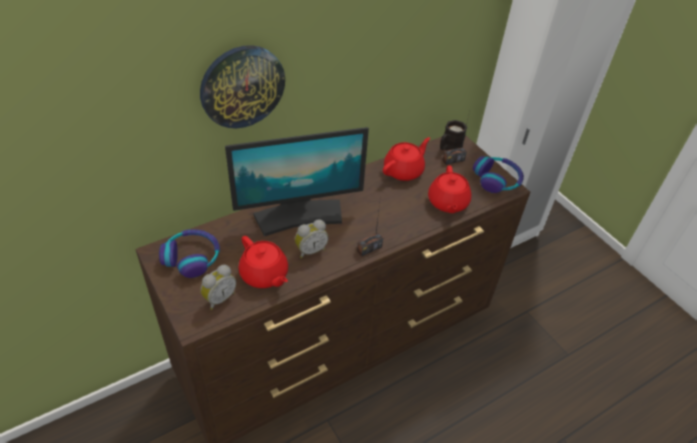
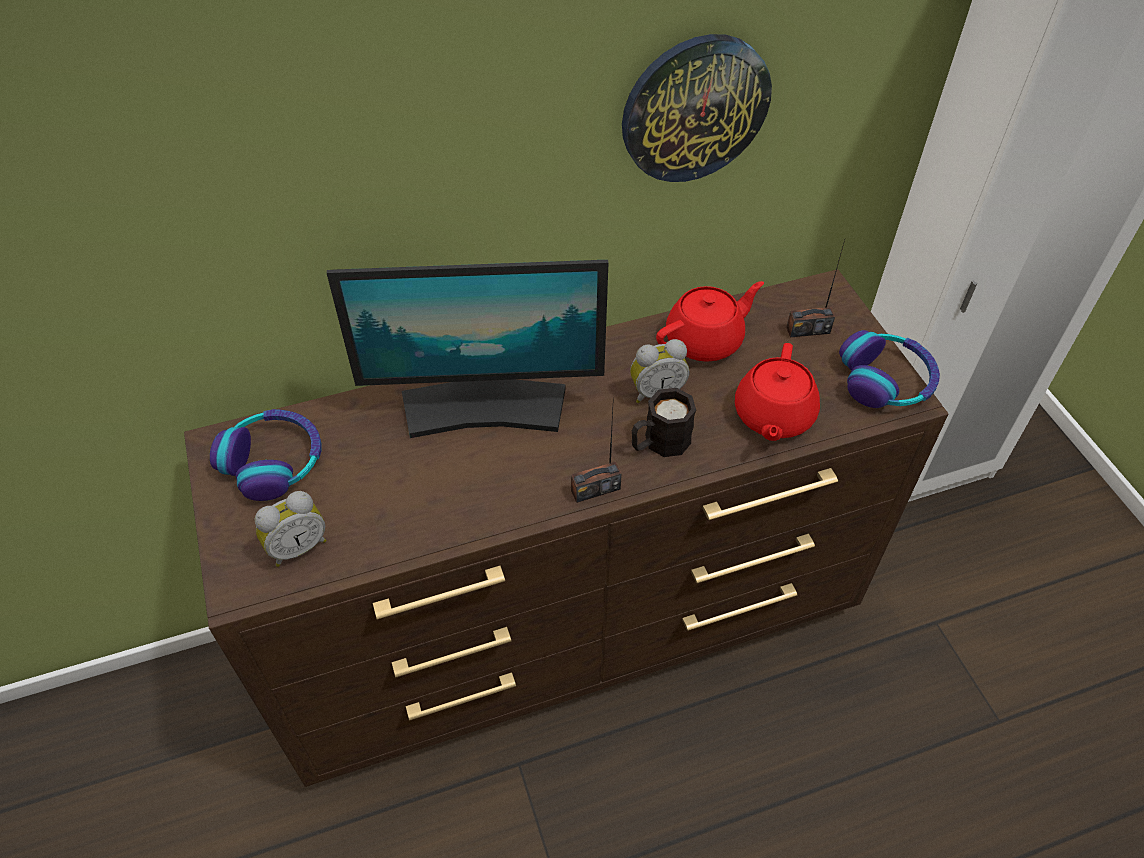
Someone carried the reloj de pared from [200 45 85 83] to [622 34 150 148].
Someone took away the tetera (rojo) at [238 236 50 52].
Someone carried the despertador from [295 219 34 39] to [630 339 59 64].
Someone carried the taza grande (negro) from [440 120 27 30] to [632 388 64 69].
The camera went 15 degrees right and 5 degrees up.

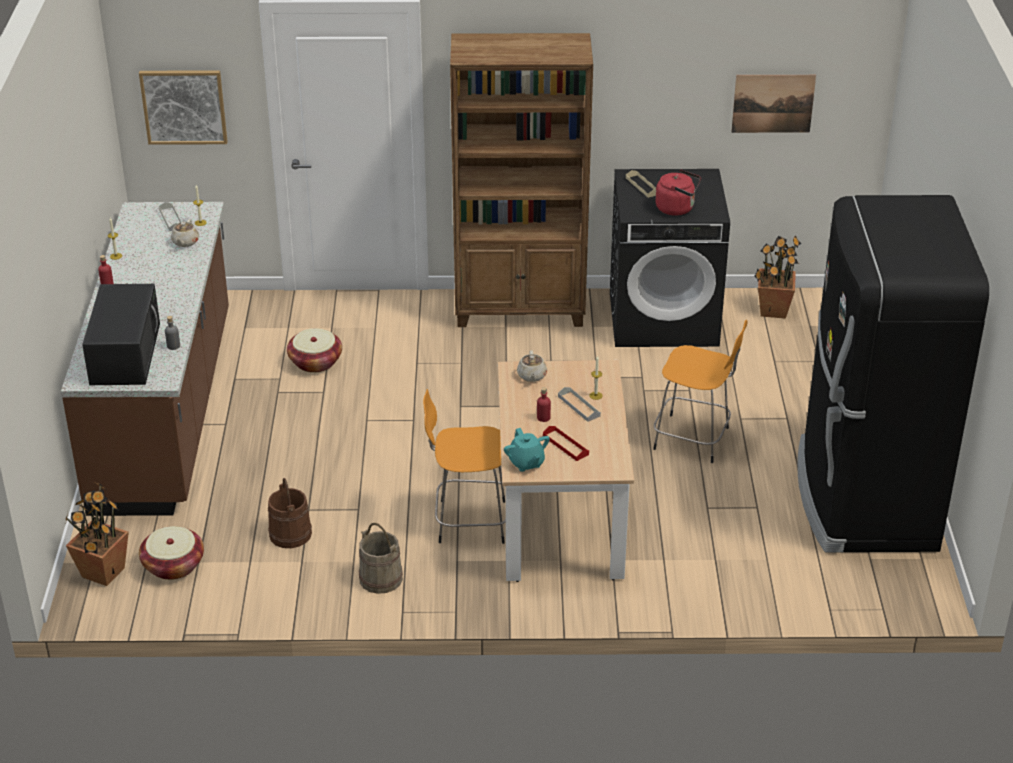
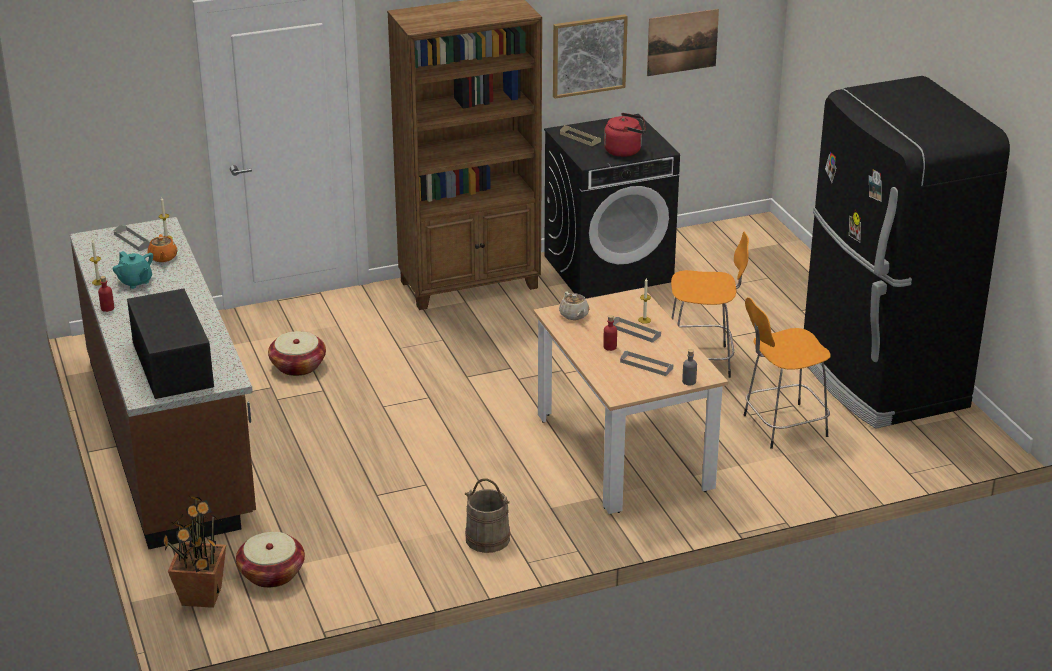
Someone carried the cuadro from [139 70 89 75] to [553 14 75 85].
Someone carried the botella (gris) from [165 316 15 34] to [682 349 15 36].
Someone repainted the tetera (beis) at [171 219 28 28], which became the tetera (naranja) at [147 234 31 28].
Someone took away the cubo (marrón) at [268 478 44 70].
Someone carried the taburete (naranja) from [423 389 83 155] to [744 297 87 152].
Someone carried the tetera (turquesa) from [504 428 46 44] to [113 251 40 38].
Someone repainted the bandeja (rojo) at [543 426 46 35], which became the bandeja (gris) at [620 351 53 25].
Someone took away the planta en maceta at [754 236 47 83].
The camera went 20 degrees left and 5 degrees down.

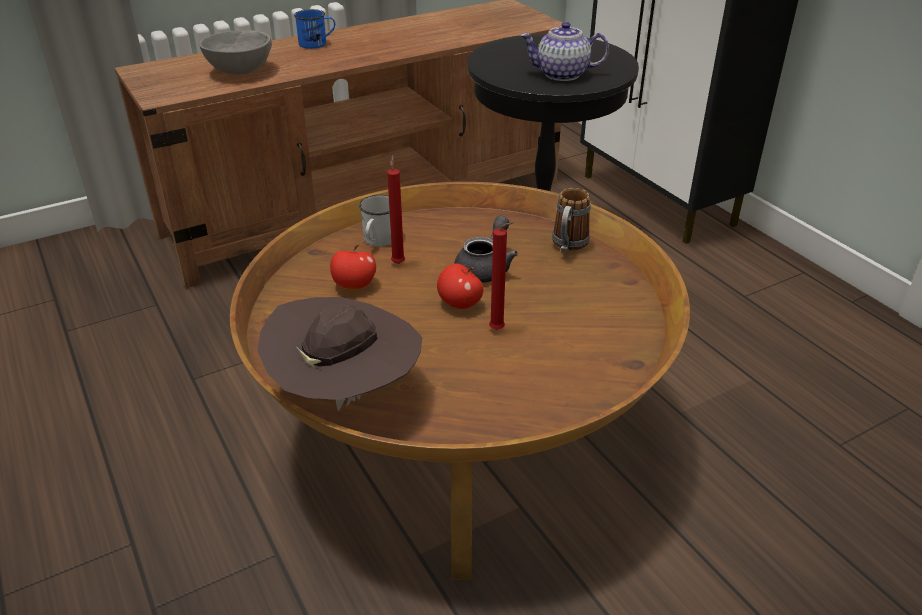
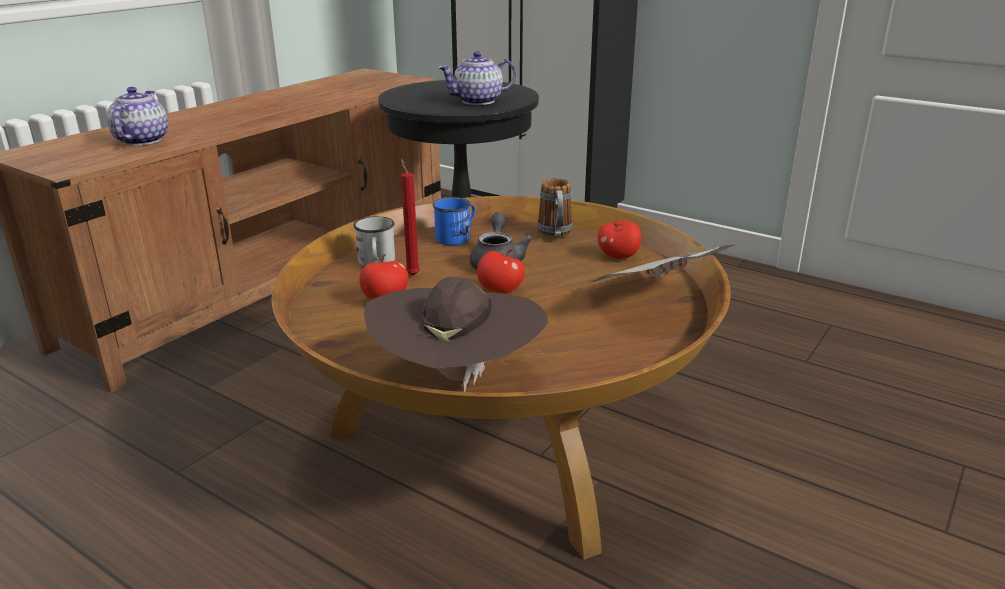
Someone swapped the cuenco (gris) at [199 30 73 45] for the tetera at [107 87 61 59].
Someone carried the taza grande (azul) from [294 9 41 40] to [433 197 42 48].
Someone took away the vela (rojo) at [489 222 26 108].
Someone put down the periódico at [588 245 147 38].
Someone put down the manzana at [598 221 43 38].
The camera went 25 degrees left and 10 degrees down.

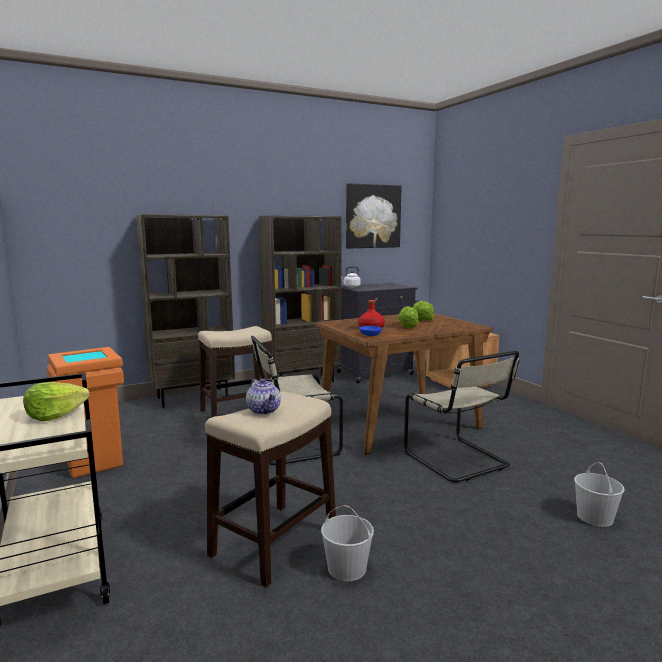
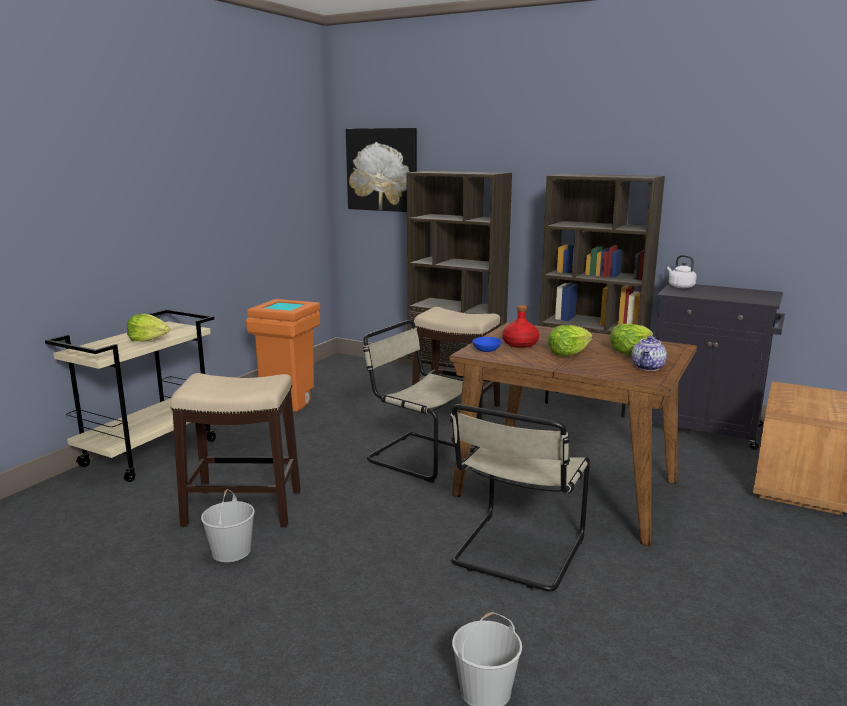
Someone carried the tetera from [246 378 35 37] to [631 336 36 35].
Someone carried the cuadro from [346 183 56 66] to [346 128 71 84].
The camera went 55 degrees right and 5 degrees up.

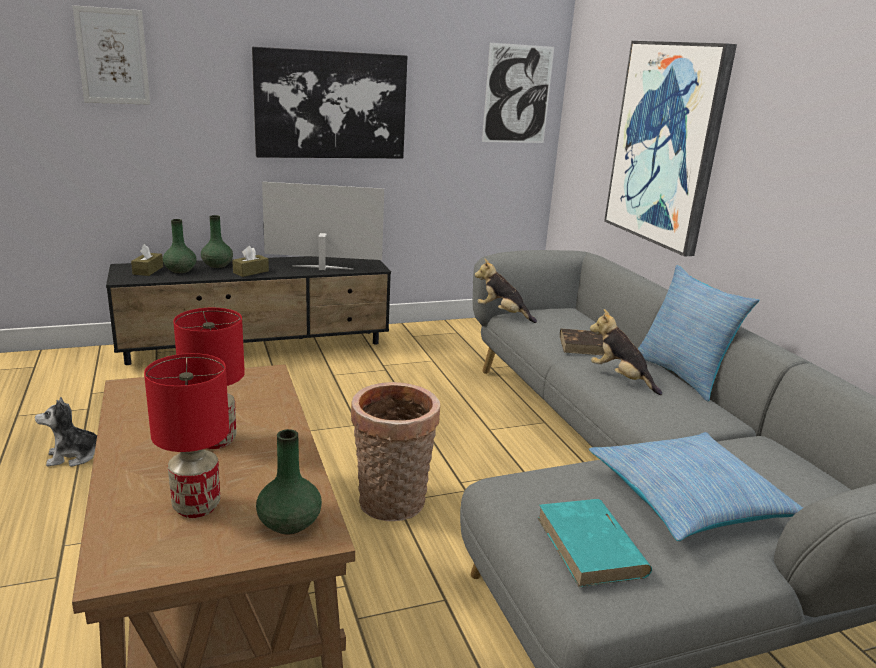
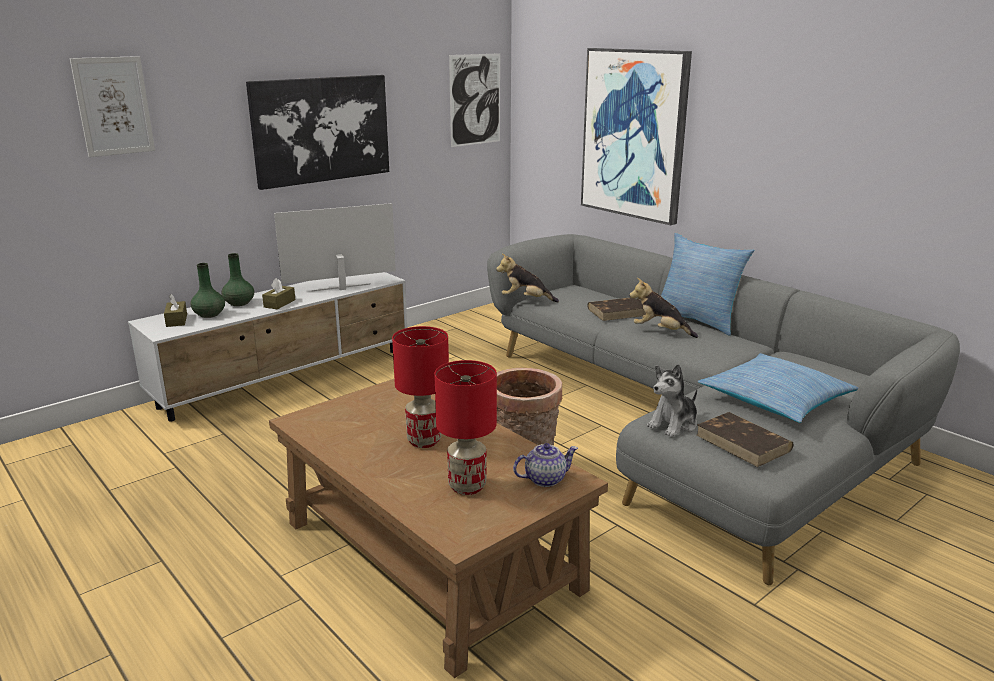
Someone carried the peluche from [35 397 62 70] to [647 364 50 73].
Someone repainted the mueble de televisión (negro) at [106 256 285 109], which became the mueble de televisión (blanco) at [128 272 279 150].
Someone swapped the florero (verde) at [256 429 66 105] for the tetera at [513 443 65 44].
Someone repainted the libro (turquesa) at [538 499 114 88], which became the libro (marrón) at [696 412 97 55].
The camera went 20 degrees left and 0 degrees up.

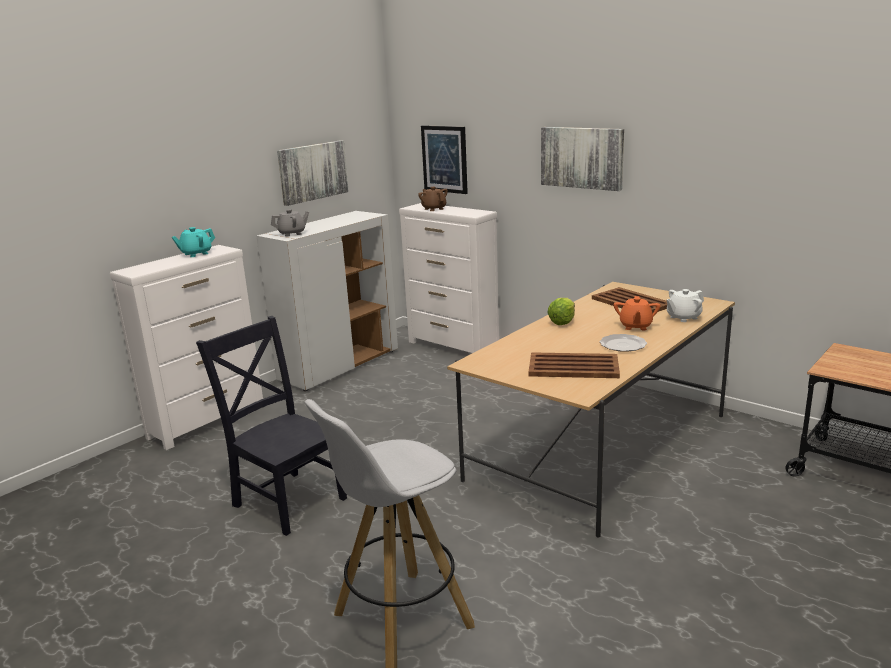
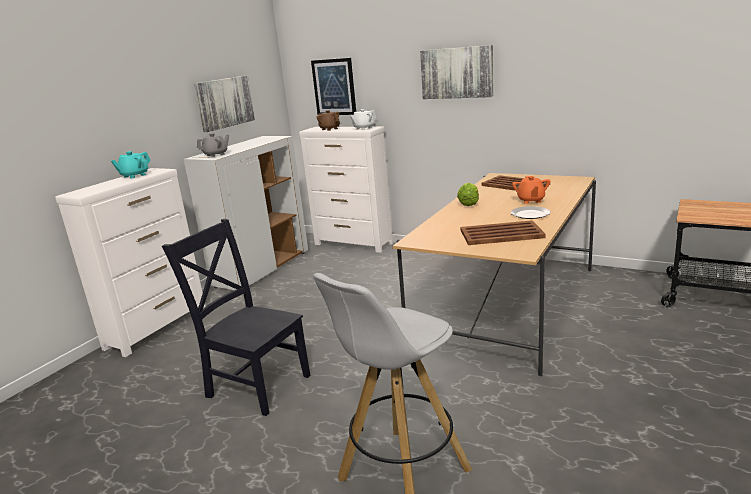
Someone carried the tetera (blanco) from [667 289 37 33] to [350 109 26 21].
The camera went 10 degrees left and 0 degrees up.

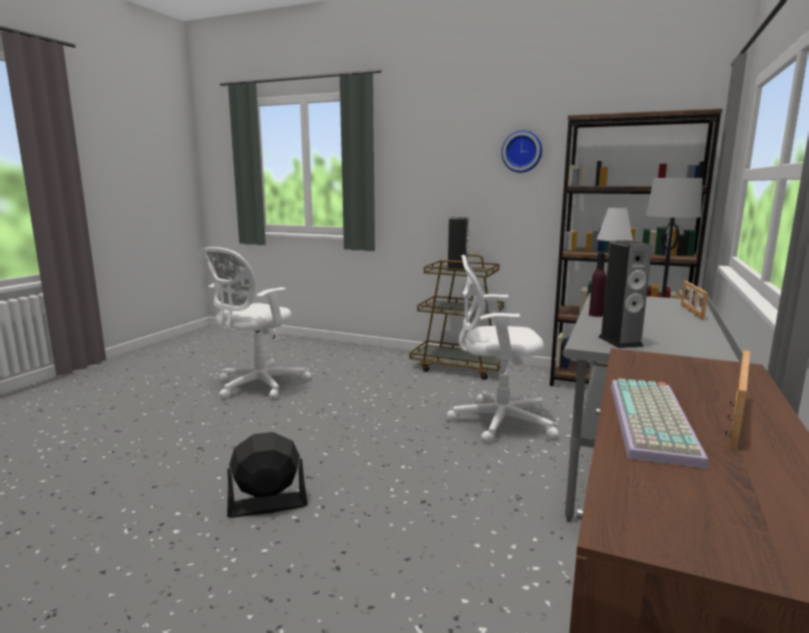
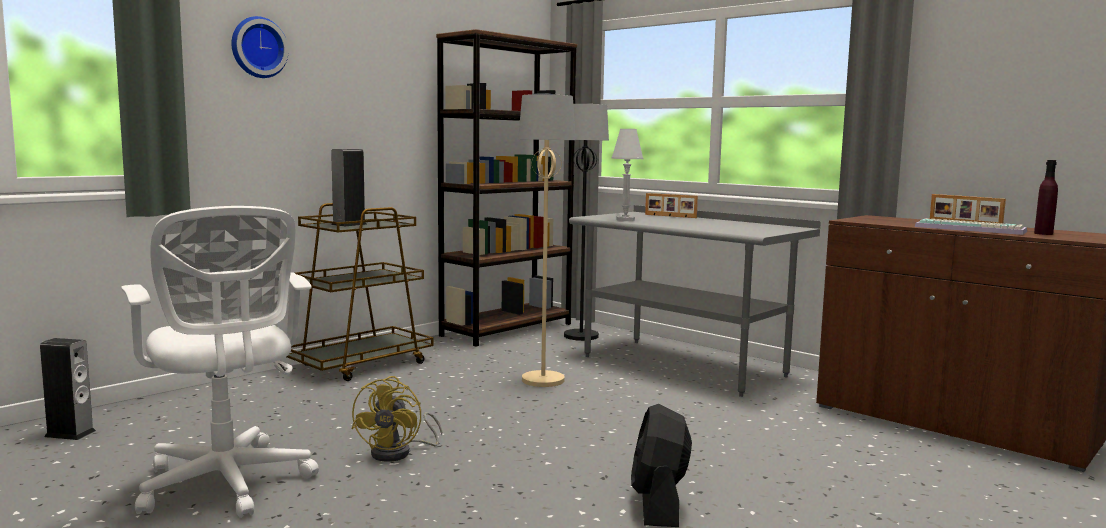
Someone swapped the silla de oficina (blanco) at [447 255 112 189] for the lámpara de pie (beis) at [518 94 57 293].
Someone carried the reloj de pared from [502 130 40 43] to [232 16 56 62].
Someone carried the botella (morado) from [589 253 18 64] to [1034 160 24 75].
Someone carried the altavoz from [599 240 53 108] to [40 338 56 102].
Someone put down the ventilador (amarillo) at [351 376 91 86].
The camera went 70 degrees left and 5 degrees down.

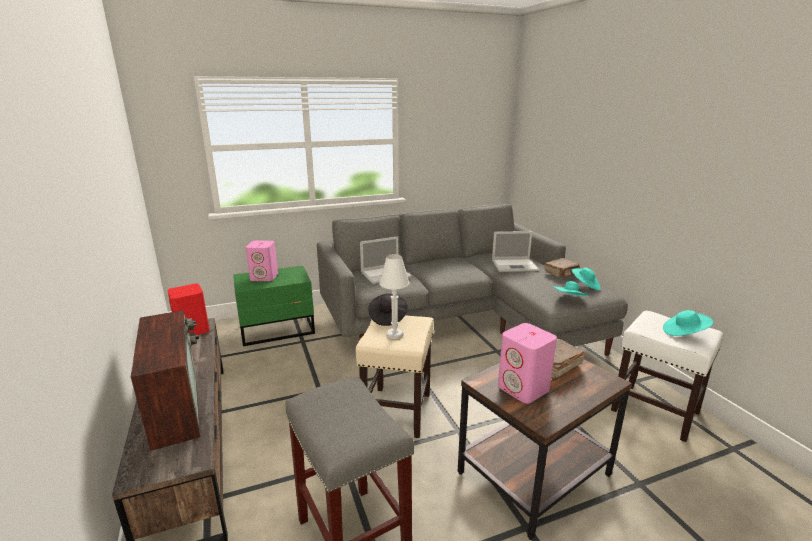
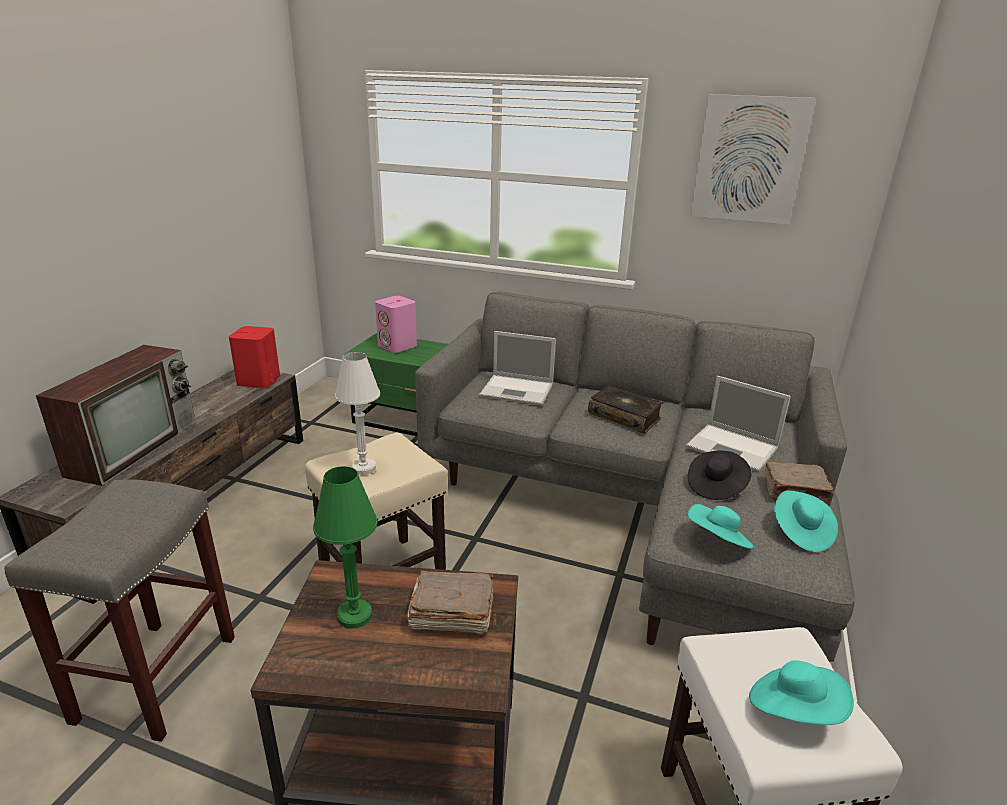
Someone carried the sombrero (negro) from [368 294 40 32] to [688 451 63 49].
Someone swapped the altavoz (rosa) at [498 323 59 81] for the lámpara de mesa (verde) at [313 466 65 163].
Someone put down the libro at [588 385 75 48].
Someone put up the cuadro at [690 94 126 130].
The camera went 40 degrees right and 5 degrees up.

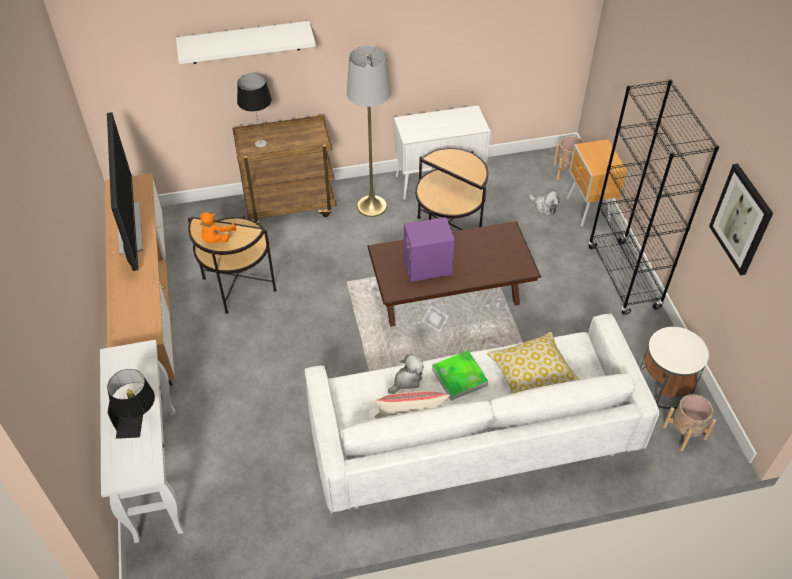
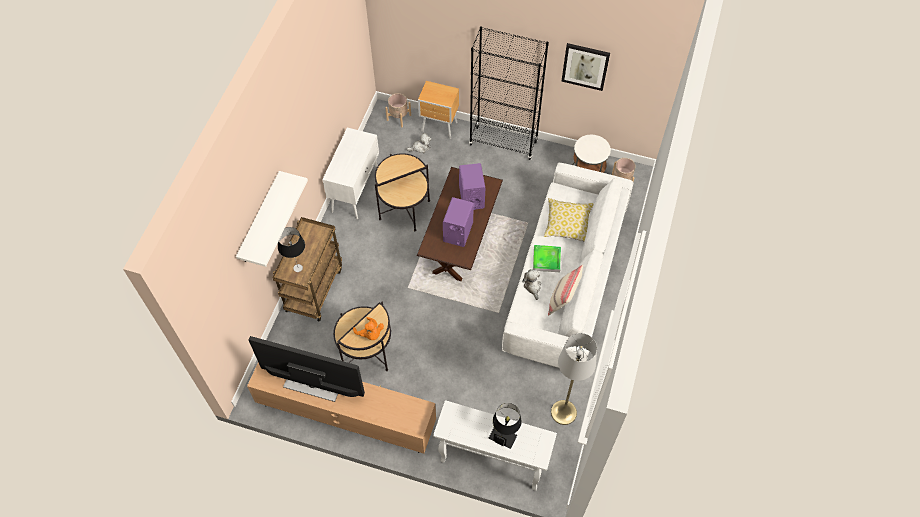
Someone carried the lámpara de pie (gris) from [347 46 44 171] to [551 333 46 92].
Someone put down the altavoz (morado) at [459 163 26 47].
The camera went 60 degrees left and 10 degrees up.

